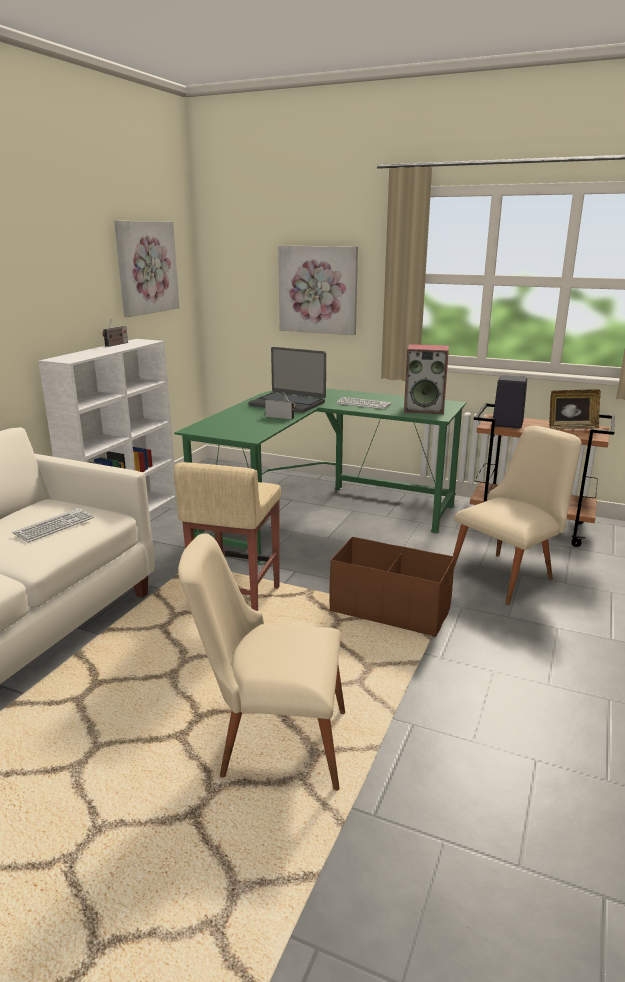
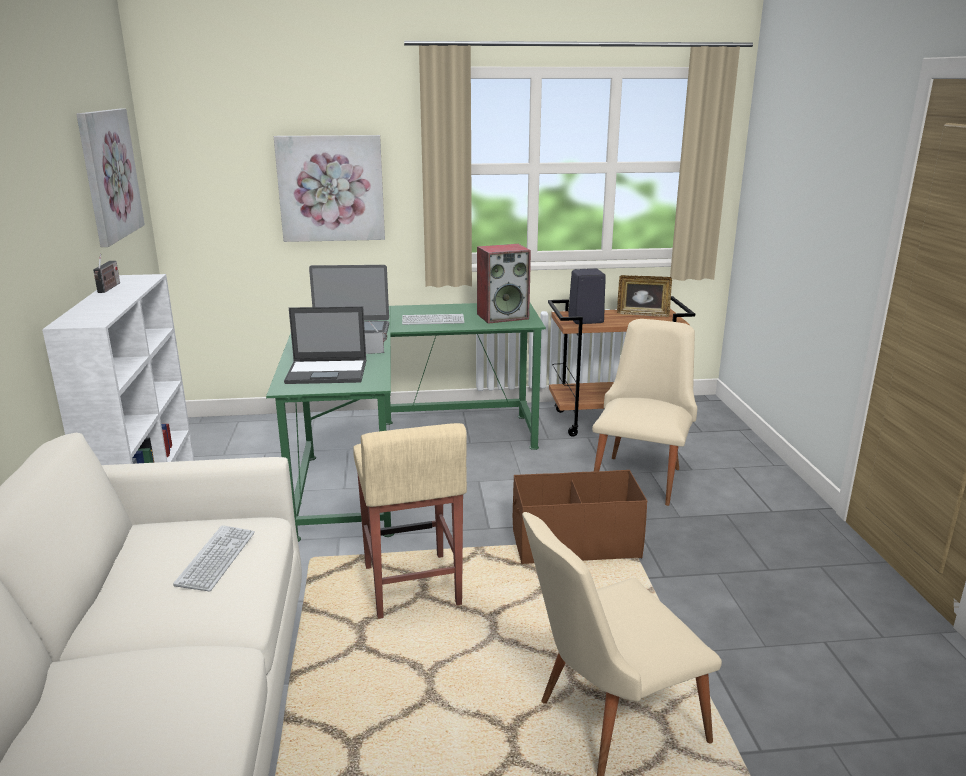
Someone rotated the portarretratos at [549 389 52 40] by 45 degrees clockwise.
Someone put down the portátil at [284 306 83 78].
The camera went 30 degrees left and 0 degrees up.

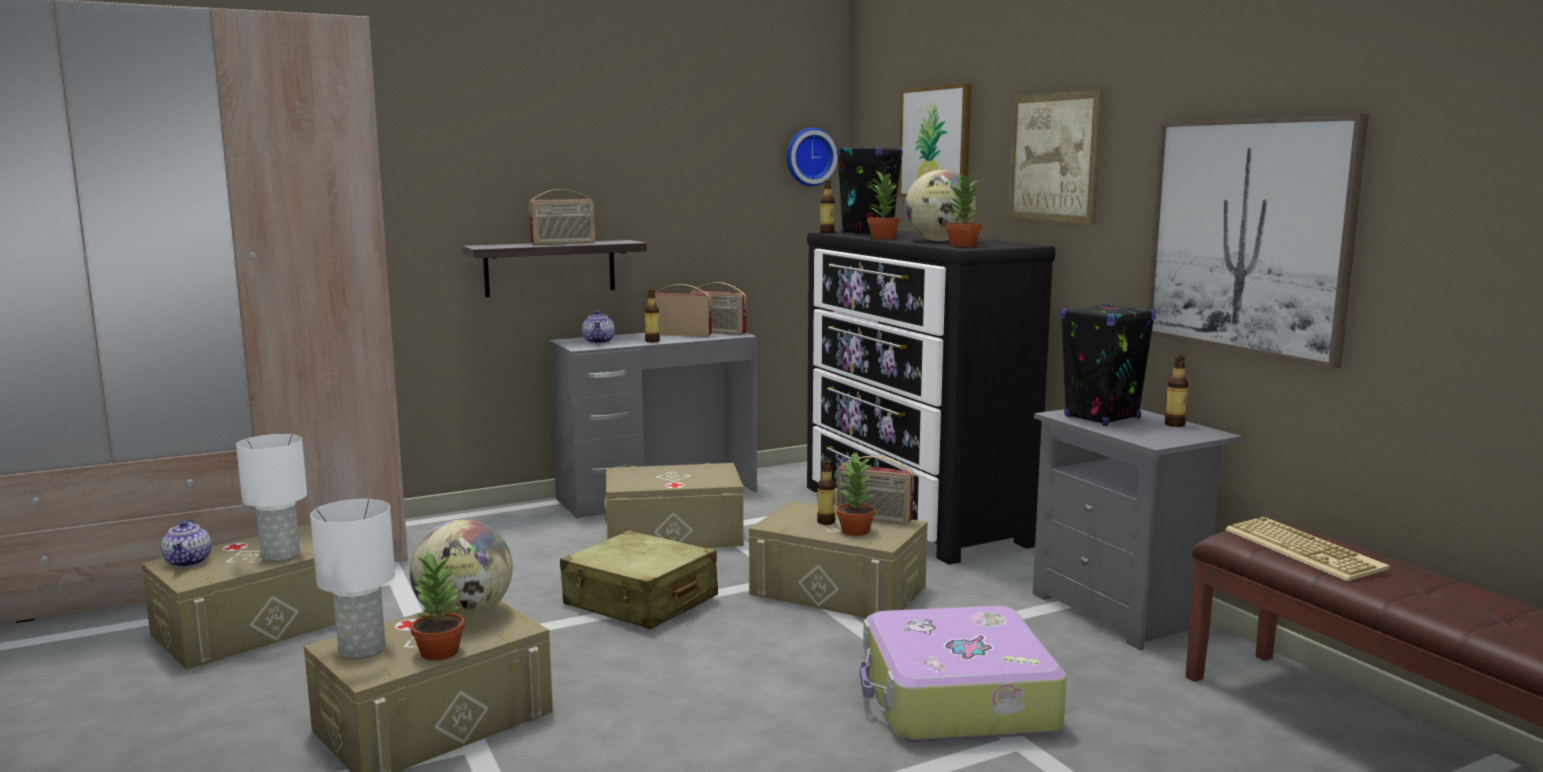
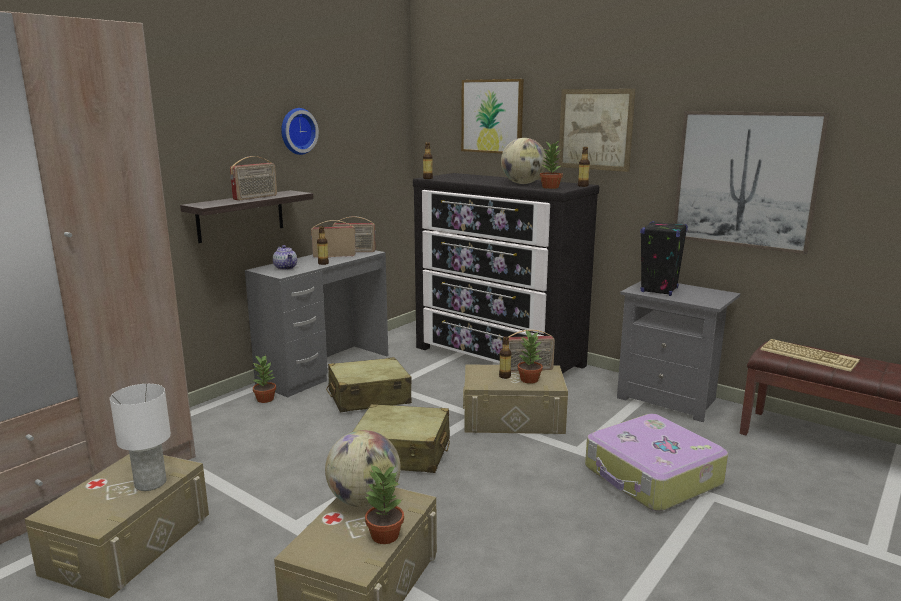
Someone took away the tetera at [161 520 50 47].
Someone took away the lámpara de mesa (blanco) at [310 499 85 160].
Someone swapped the caja de almacenaje (beis) at [605 463 139 85] for the maleta (beis) at [326 357 86 55].
Someone carried the reloj de pared from [786 128 51 59] to [281 108 38 47].
Someone took away the altavoz (negro) at [837 147 66 87].
Someone carried the planta en maceta from [867 170 34 69] to [252 355 24 48].
Someone carried the botella from [1164 355 24 72] to [578 147 12 40].
The camera went 25 degrees left and 5 degrees up.

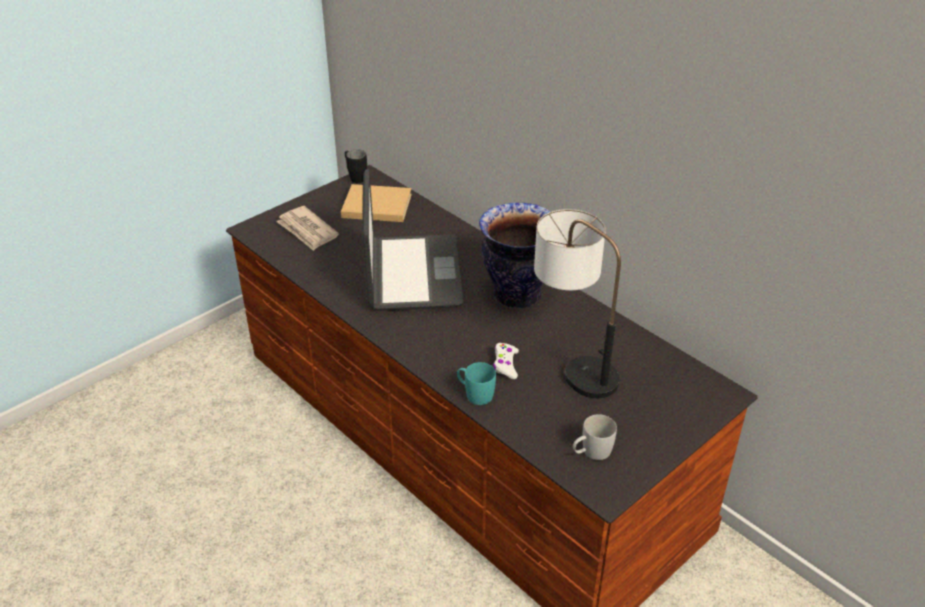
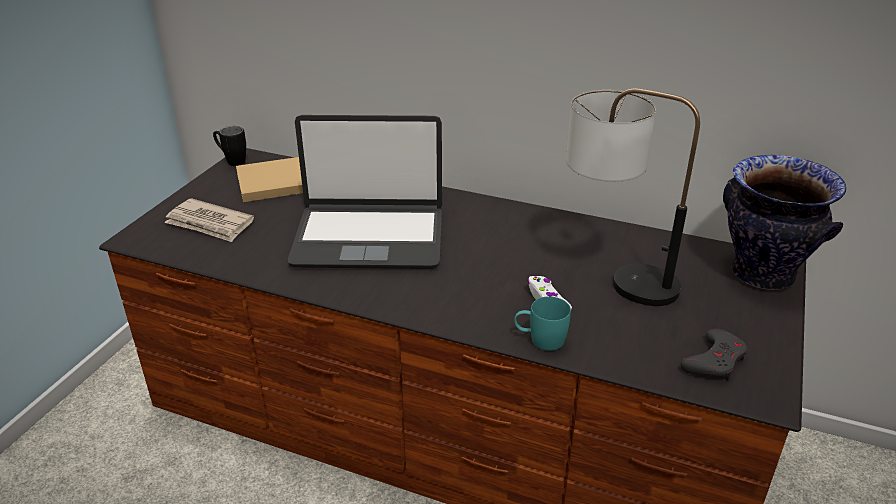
Someone rotated the portátil at [362 169 101 142] by 120 degrees clockwise.
Someone carried the florero from [479 203 72 105] to [723 155 123 135].
Someone swapped the taza grande (blanco) at [573 414 44 46] for the mando de consola (gris) at [680 329 68 51].
The camera went 25 degrees left and 5 degrees down.

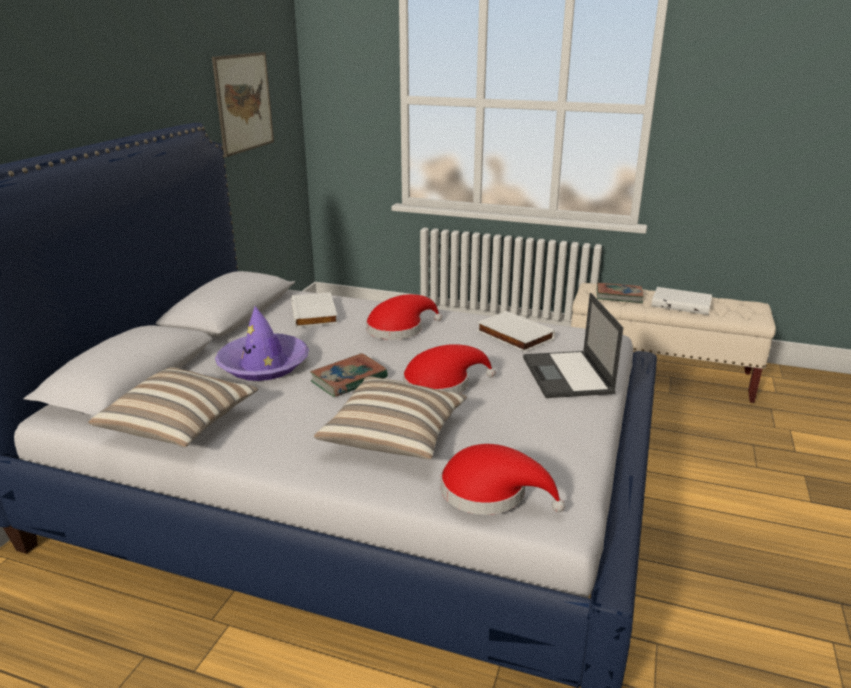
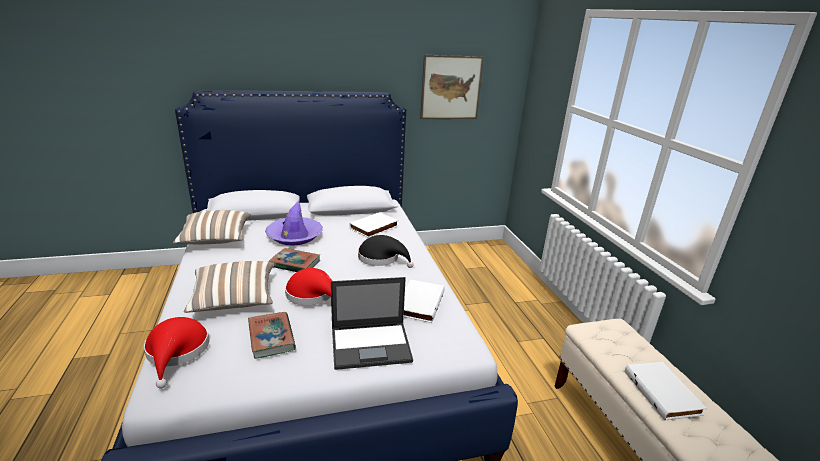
Someone repainted the sombrero (rojo) at [366 294 76 46], which became the sombrero (negro) at [358 235 56 33].
Someone rotated the portátil at [523 293 100 105] by 150 degrees counterclockwise.
Someone carried the libro from [597 283 47 20] to [248 312 48 47].
The camera went 55 degrees right and 0 degrees up.

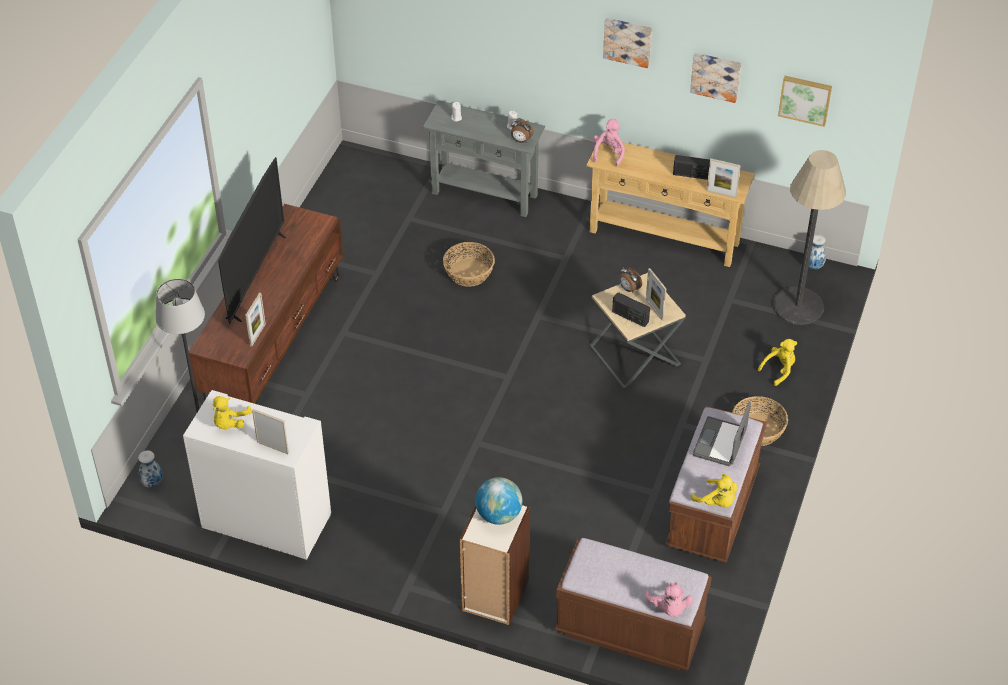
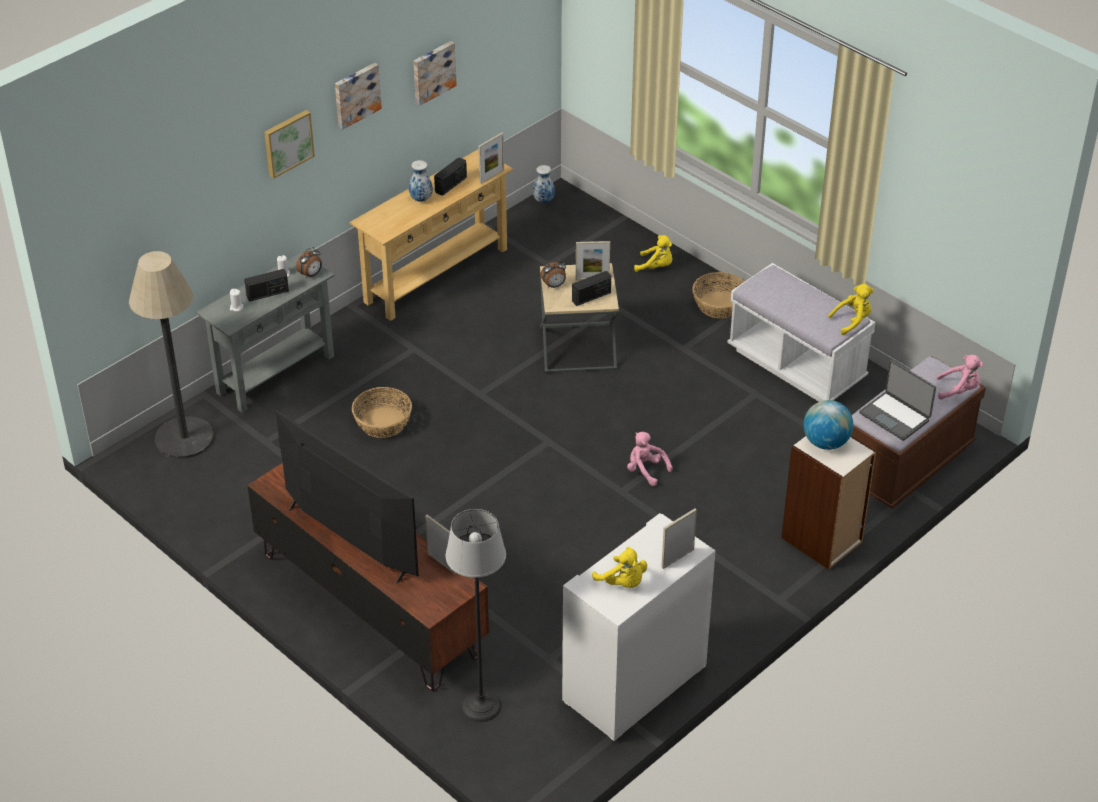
Someone carried the florero from [138 450 25 38] to [409 160 24 42].
Someone carried the peluche (rosa) from [593 119 32 48] to [627 432 46 54].
Someone repainted the banco (marrón) at [665 406 102 157], which became the banco (blanco) at [727 263 148 139].
Someone carried the portátil from [693 402 58 64] to [859 360 77 81].
Someone rotated the peluche (amarillo) at [758 339 39 47] by 120 degrees clockwise.
Someone carried the lámpara de pie from [773 150 73 175] to [129 251 85 208].
Someone carried the cuadro from [778 76 54 51] to [264 110 51 69].
Someone put down the radio at [244 269 45 33].
The camera went 65 degrees left and 5 degrees down.

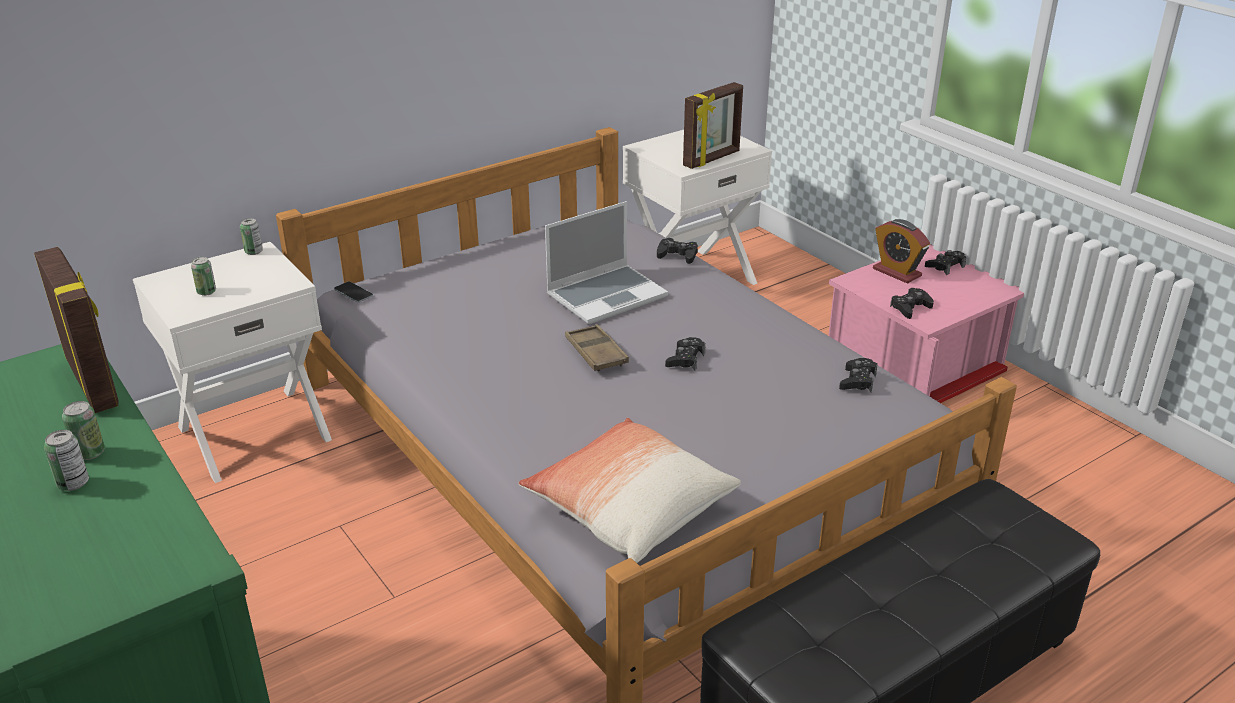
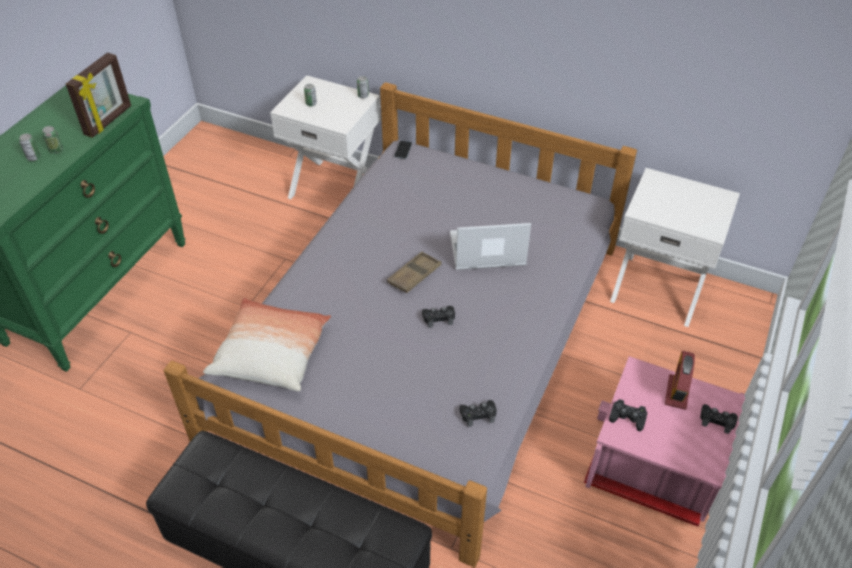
Someone rotated the portátil at [545 201 123 123] by 150 degrees clockwise.
Someone took away the mando de consola (negro) at [657 238 41 26].
Someone took away the portarretratos at [683 82 60 87].
The camera went 60 degrees right and 15 degrees up.

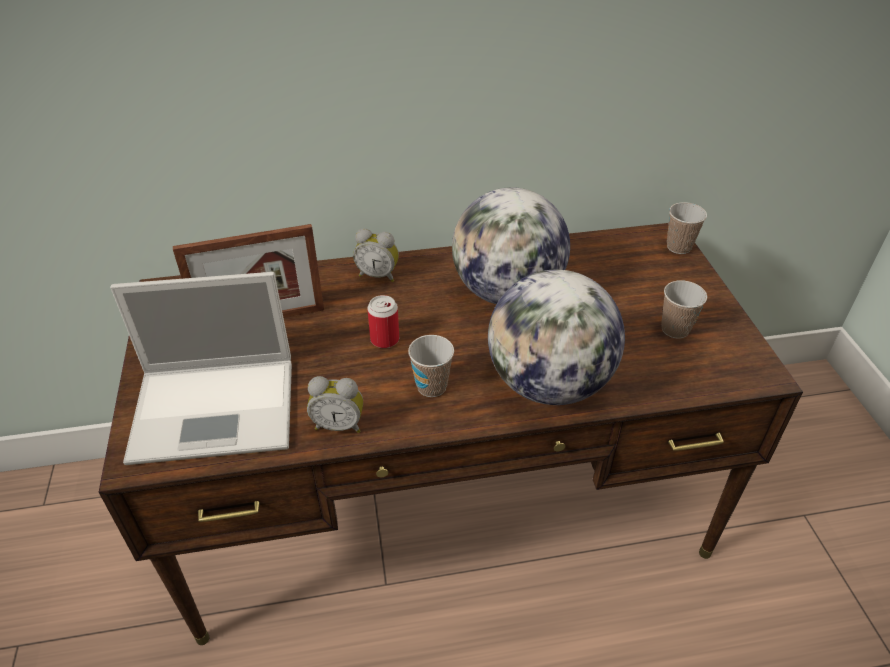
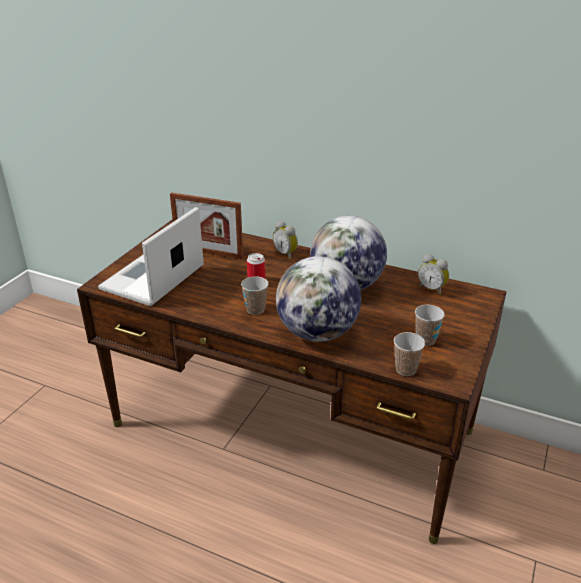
Someone rotated the portátil at [110 272 182 193] by 90 degrees clockwise.
Someone carried the despertador from [307 376 56 57] to [418 254 31 41].
Someone carried the taza from [667 202 40 52] to [394 332 31 44].
The camera went 35 degrees right and 10 degrees down.

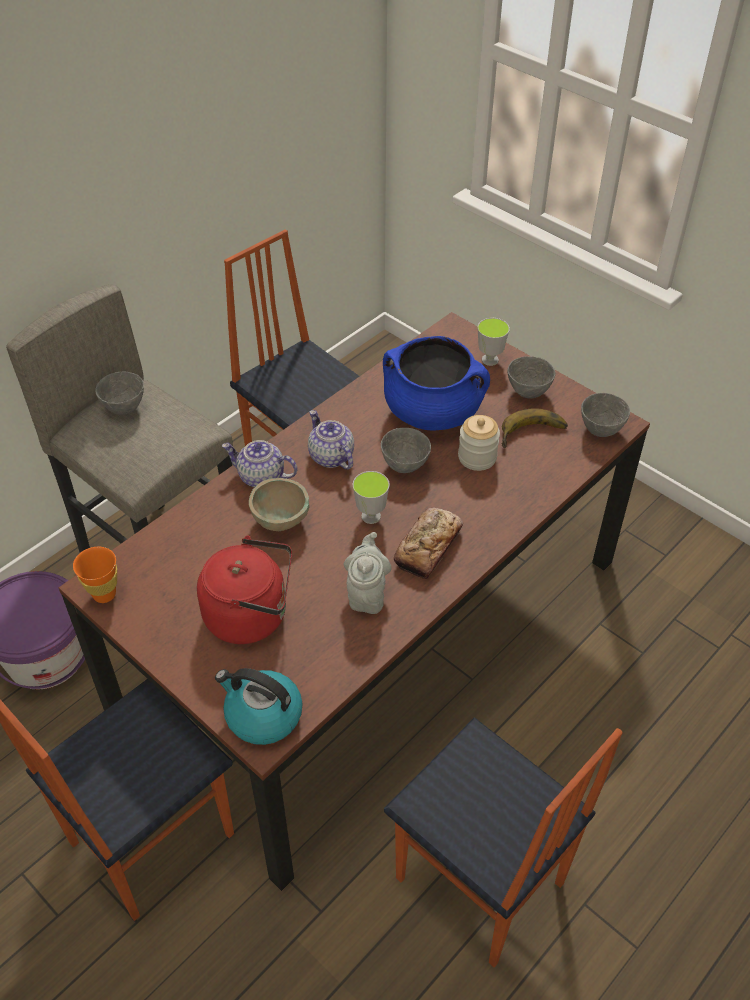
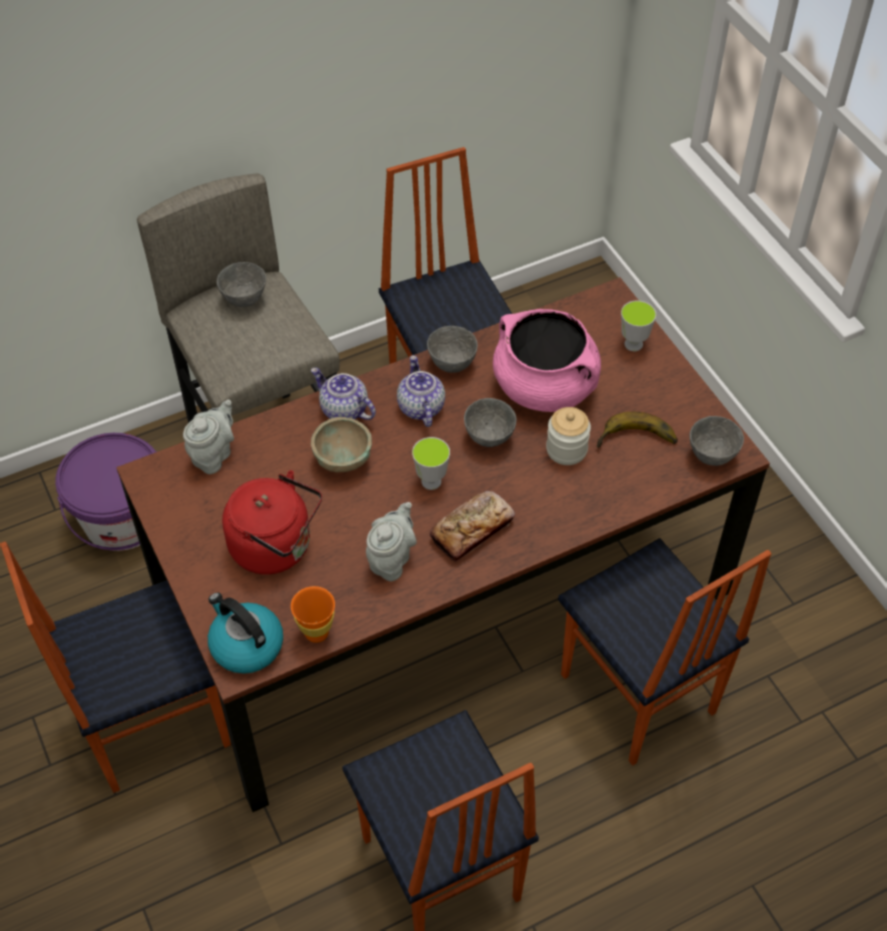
Someone carried the taza (naranja) from [73 547 44 56] to [291 586 44 57].
Someone repainted the olla (azul) at [383 336 107 94], which became the olla (rosa) at [493 309 108 103].
Someone carried the cuenco (gris) from [507 356 48 43] to [427 326 51 47].
Someone put down the tetera (gris) at [183 400 51 74].
Someone put down the silla at [558 538 213 228].
The camera went 20 degrees right and 5 degrees up.

